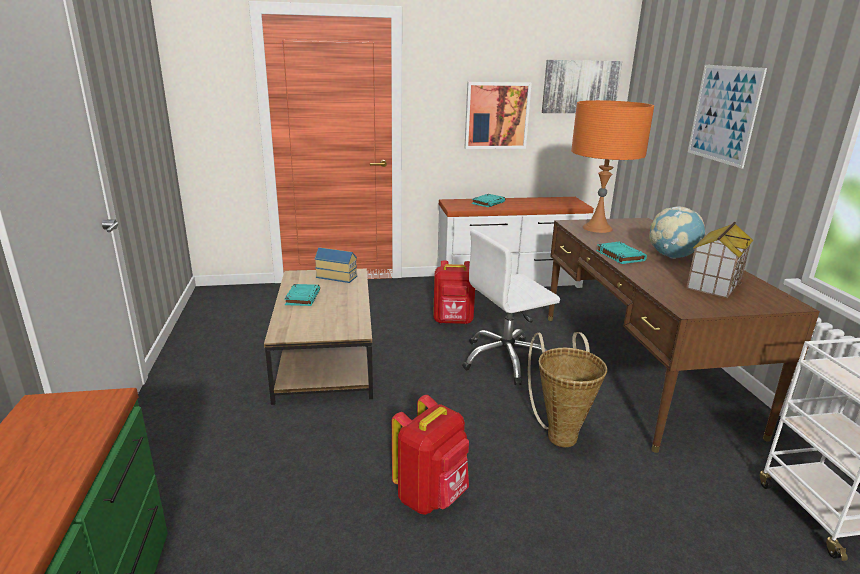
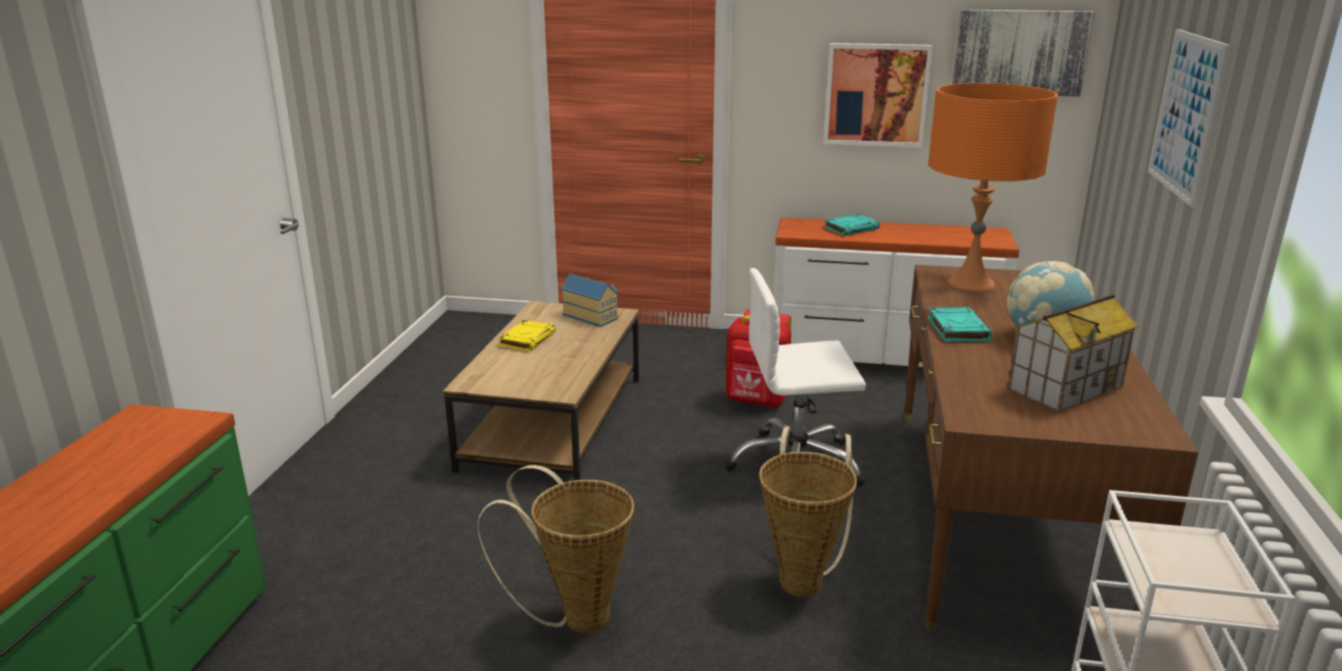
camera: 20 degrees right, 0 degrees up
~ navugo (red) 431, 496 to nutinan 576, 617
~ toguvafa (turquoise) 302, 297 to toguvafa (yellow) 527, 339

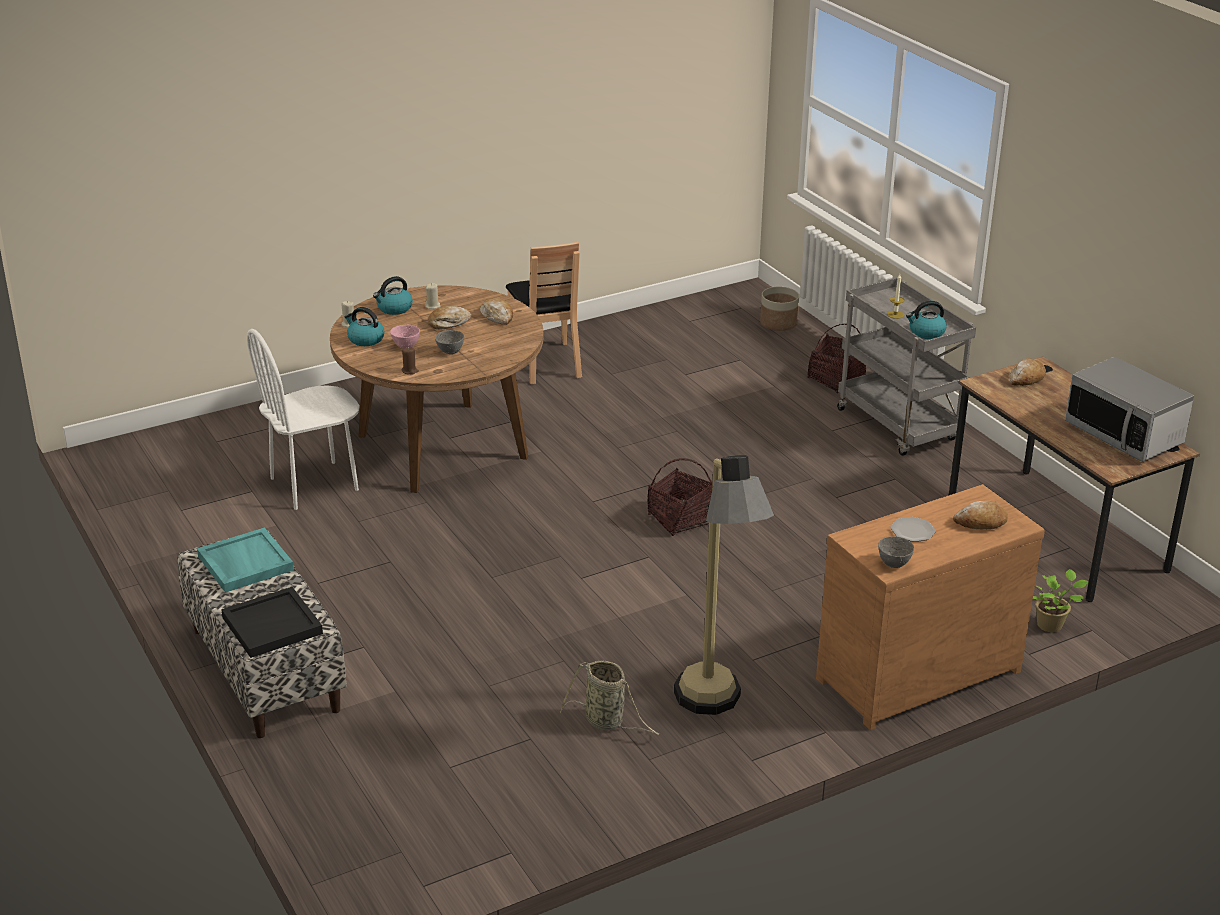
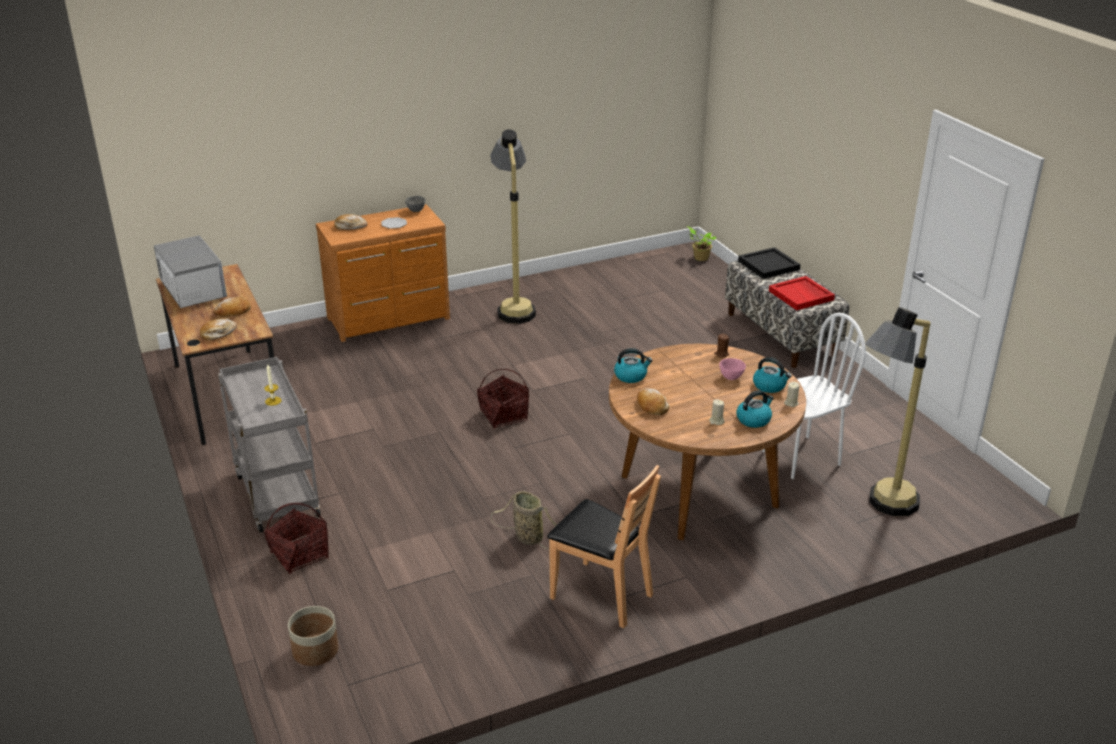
camera: 175 degrees left, 0 degrees up
- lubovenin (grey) 450, 352
+ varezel 879, 510
~ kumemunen 449, 323 to 233, 312
~ nutinan 607, 722 to 527, 537
~ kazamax 926, 333 to 631, 376
~ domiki 1051, 625 to 700, 258
~ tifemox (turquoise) 244, 563 to tifemox (red) 801, 295
~ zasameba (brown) 546, 363 = 601, 595 135 degrees clockwise

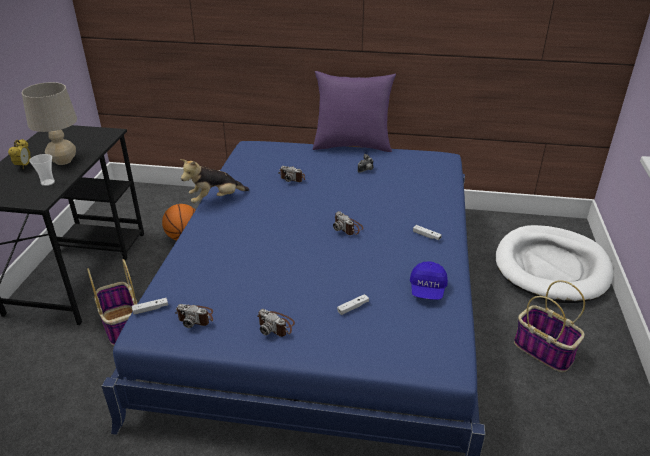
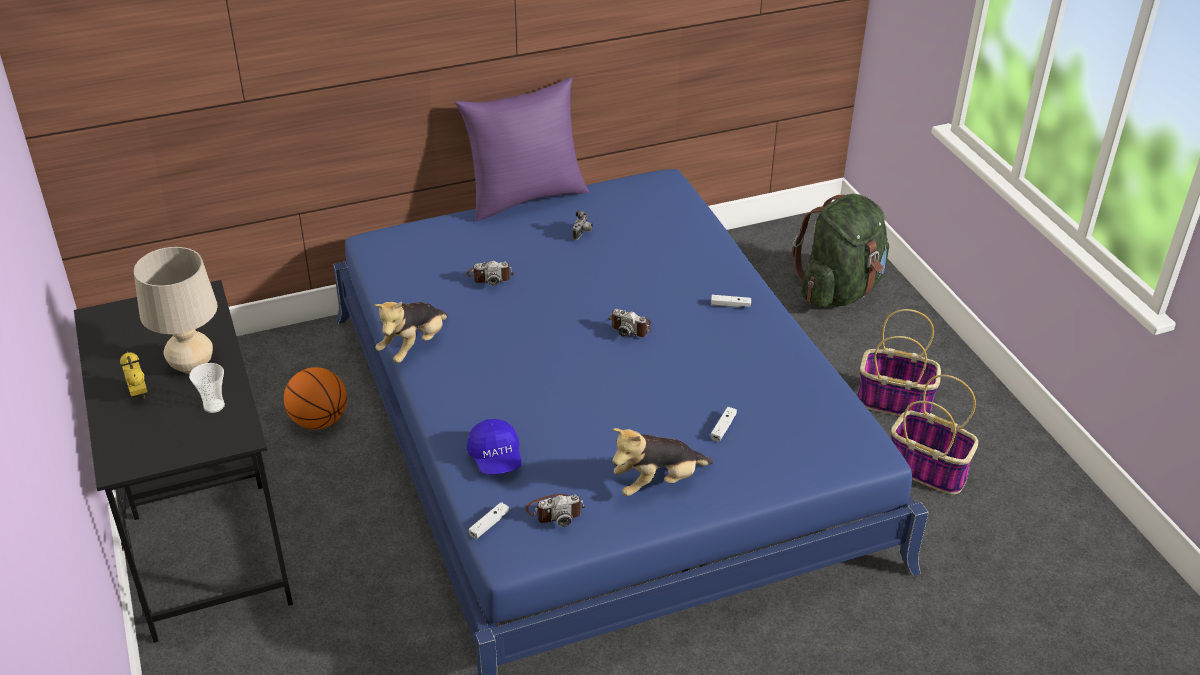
camera: 30 degrees left, 5 degrees up
~ nutinan 122, 326 to 928, 469
~ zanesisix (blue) 427, 290 to 496, 458
~ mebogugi 276, 325 to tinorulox 658, 482
~ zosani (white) 551, 267 to navugo (green) 839, 290

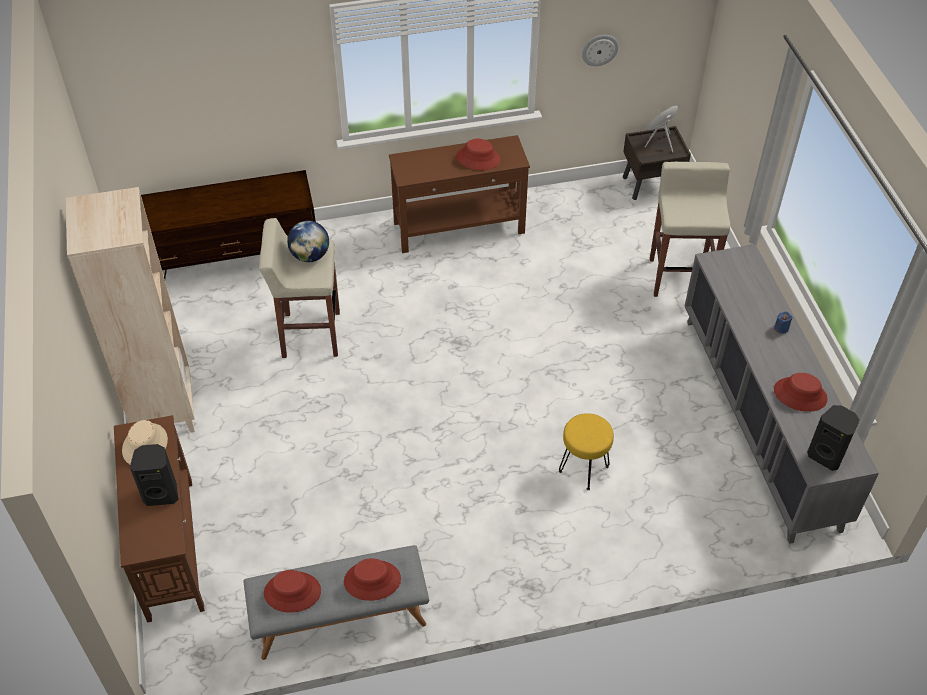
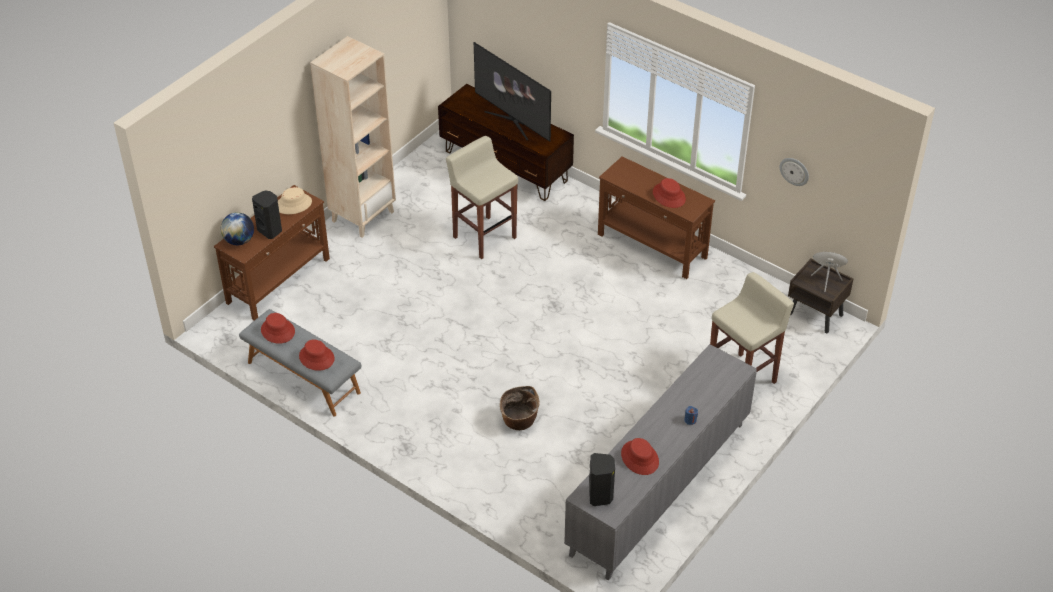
camera: 50 degrees right, 5 degrees down
+ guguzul 513, 121
~ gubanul 310, 255 to 239, 240
~ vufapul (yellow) 584, 469 to nutinan 519, 422

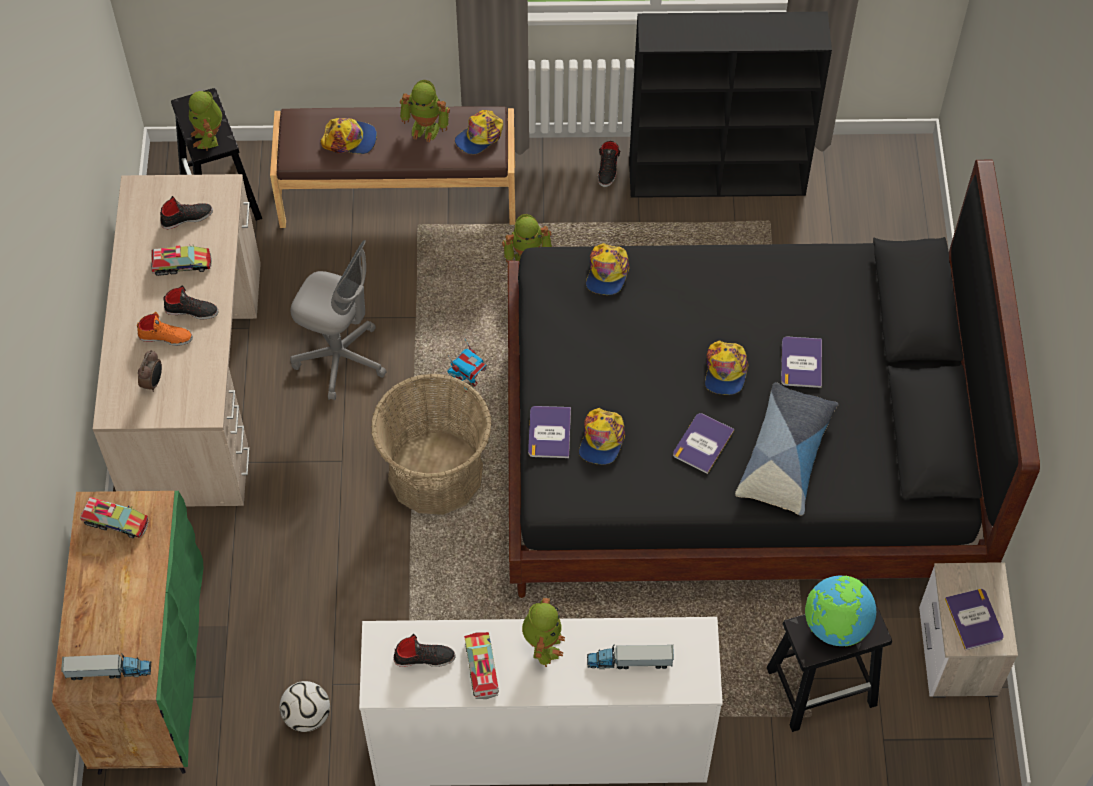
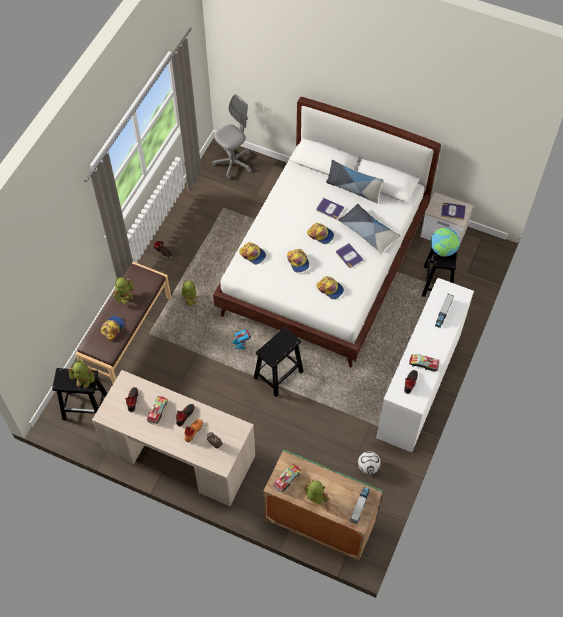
camera: 65 degrees left, 0 degrees up
- toguvafa 549, 432
- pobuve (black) 718, 177
+ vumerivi 353, 189
~ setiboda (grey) 340, 359 to 233, 163
~ zanesisix 480, 136 to 298, 262
~ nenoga 543, 644 to 314, 498
~ nutinan 435, 473 to vufapul (black) 278, 375
~ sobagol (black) 738, 453 to sobagol (white) 325, 265

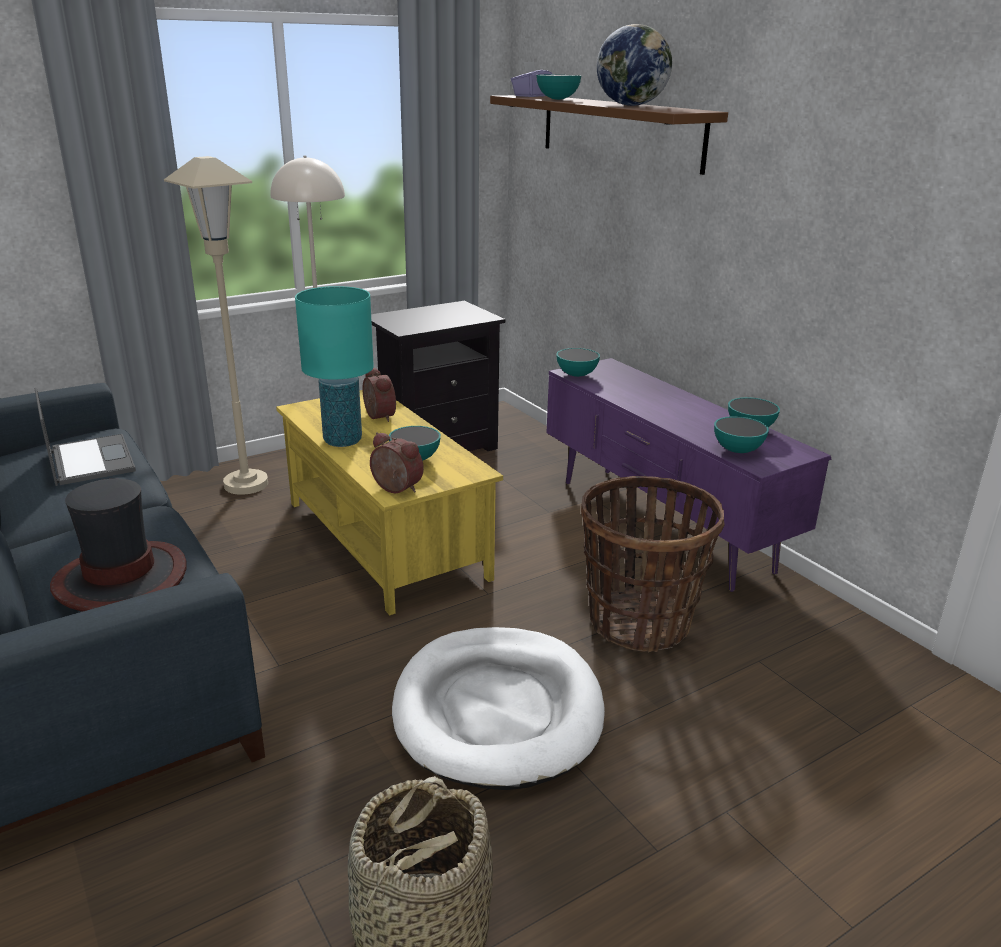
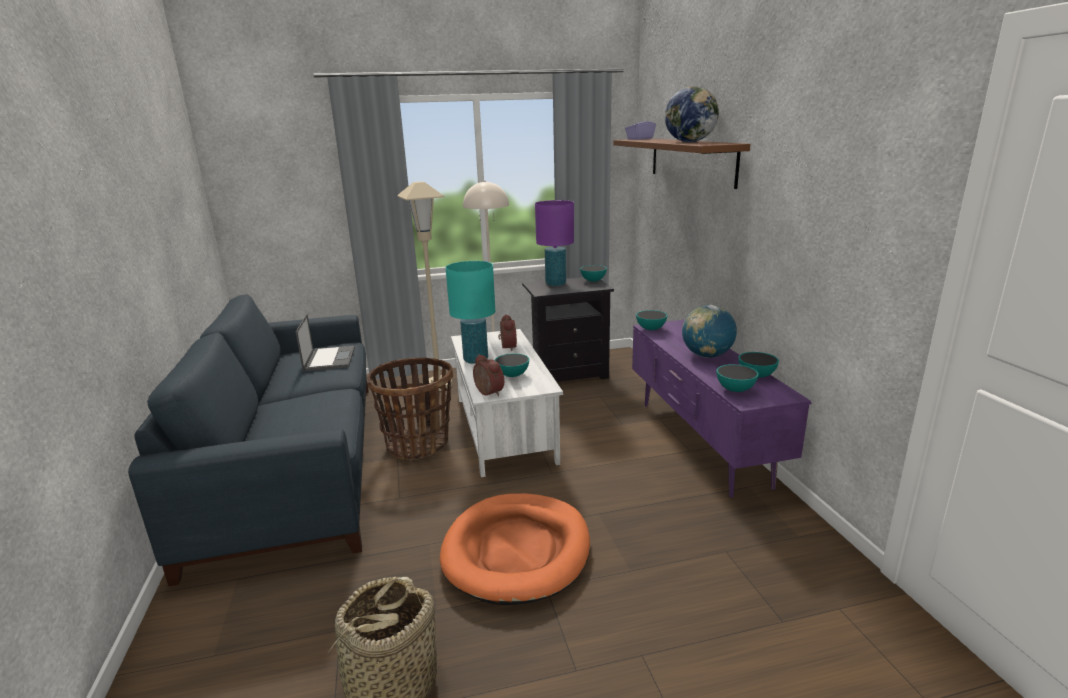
camera: 20 degrees right, 5 degrees down
- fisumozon 121, 579
+ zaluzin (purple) 555, 284
+ gubanul 707, 356
~ lubovenin 557, 99 to 593, 281
~ nutinan 639, 622 to 418, 445
~ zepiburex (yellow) 384, 539 to zepiburex (white) 503, 428
~ zosani (white) 498, 711 to zosani (orange) 517, 551

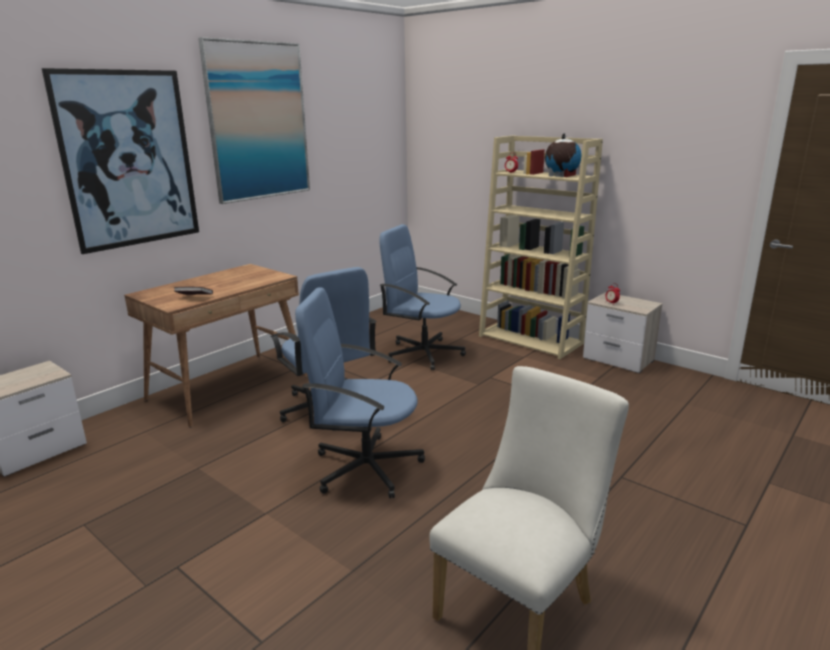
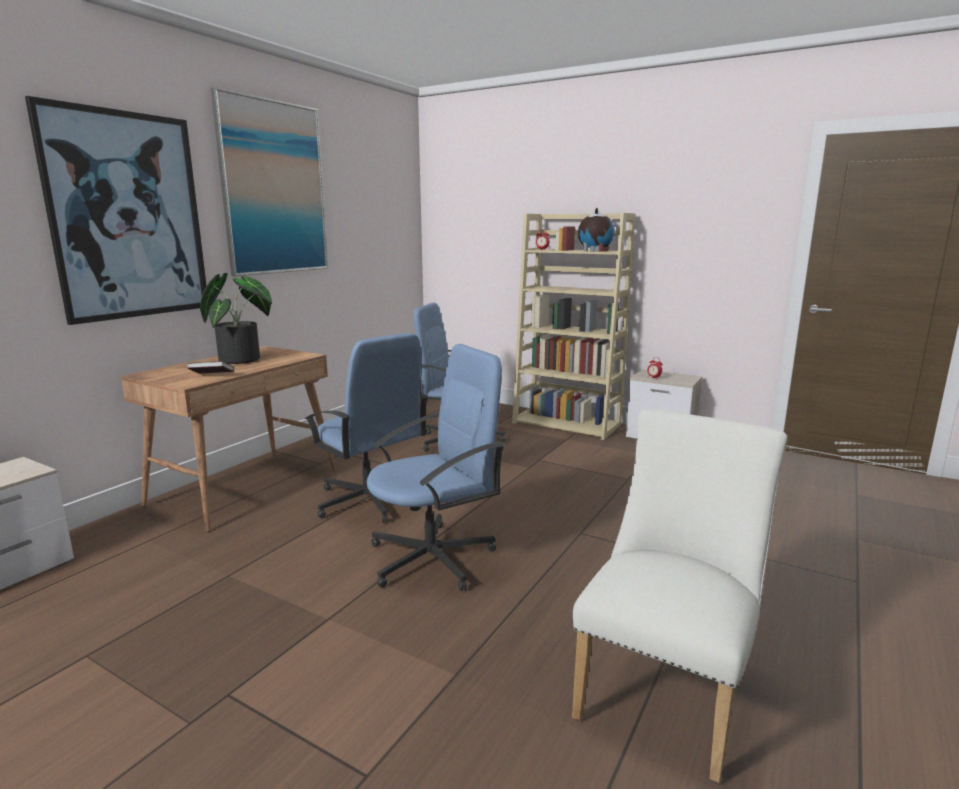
camera: 10 degrees left, 5 degrees down
+ domiki 244, 359
~ setiboda (blue) 365, 467 = 433, 558 150 degrees clockwise

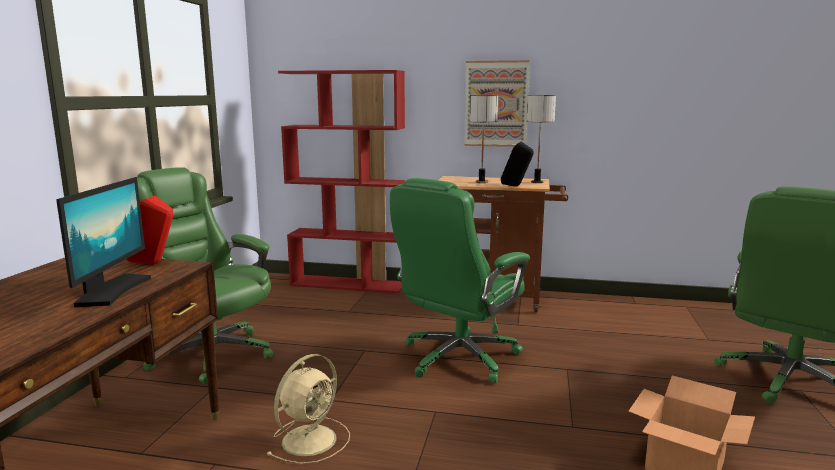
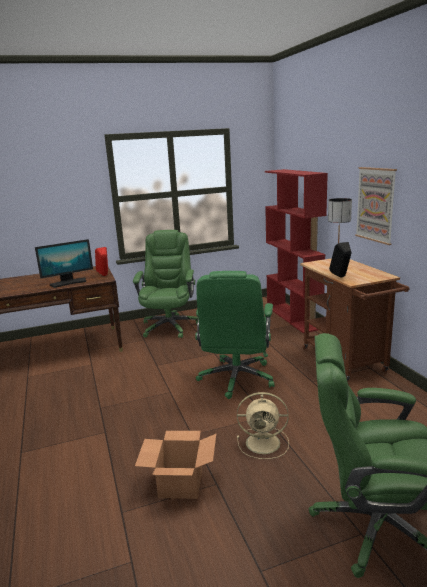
camera: 60 degrees right, 5 degrees up
- zaluzin 537, 182
~ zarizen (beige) 311, 439 to 264, 443
~ setiboda (green) 458, 358 = 236, 379 90 degrees counterclockwise

